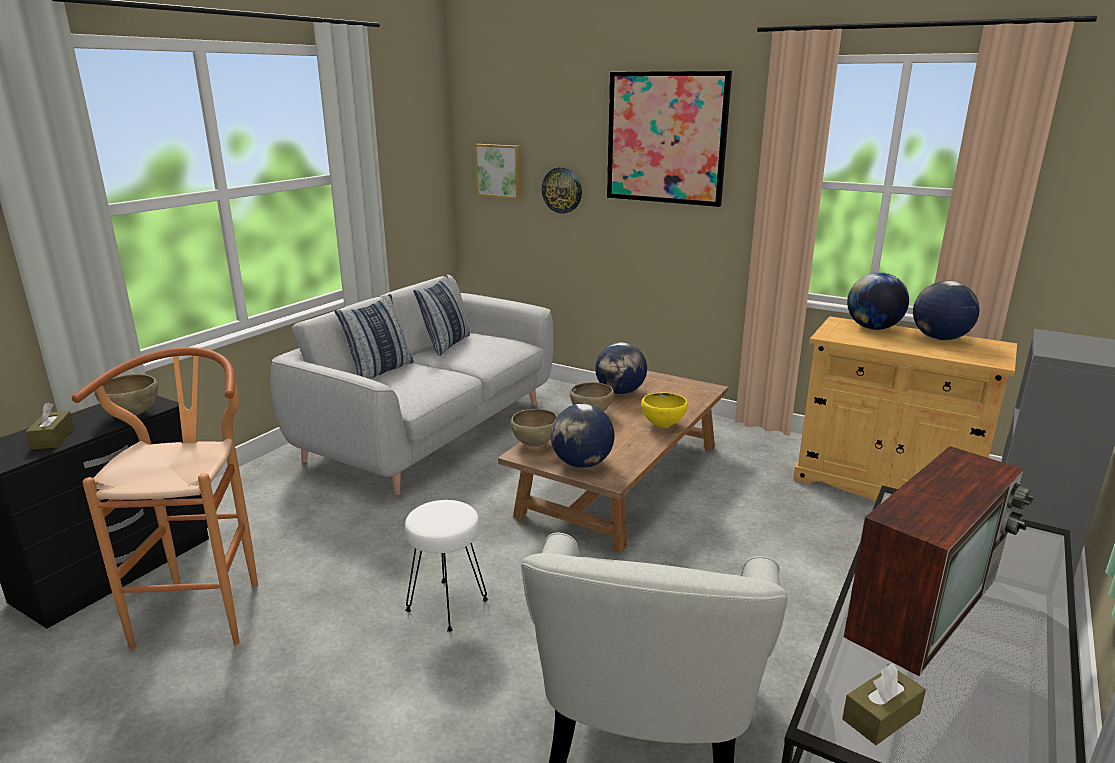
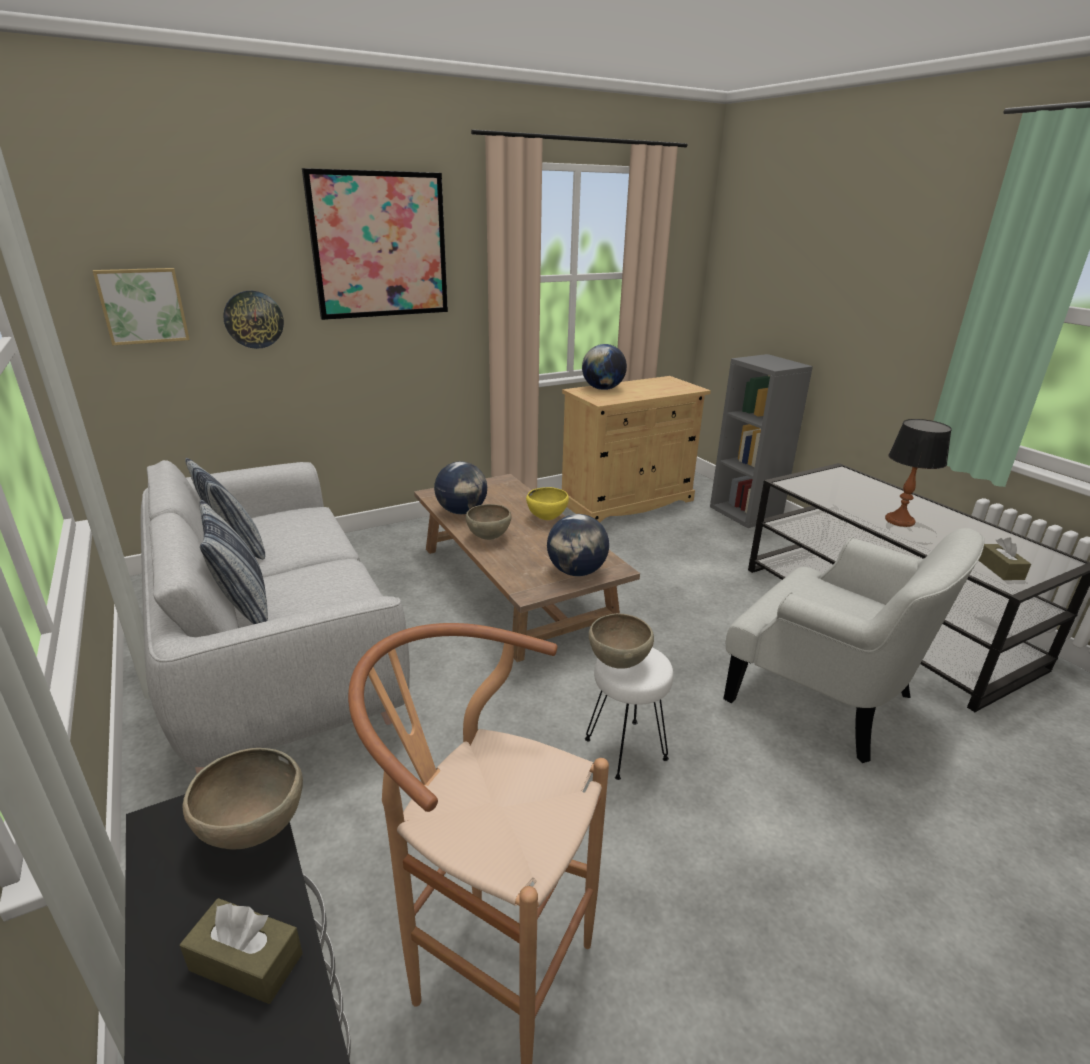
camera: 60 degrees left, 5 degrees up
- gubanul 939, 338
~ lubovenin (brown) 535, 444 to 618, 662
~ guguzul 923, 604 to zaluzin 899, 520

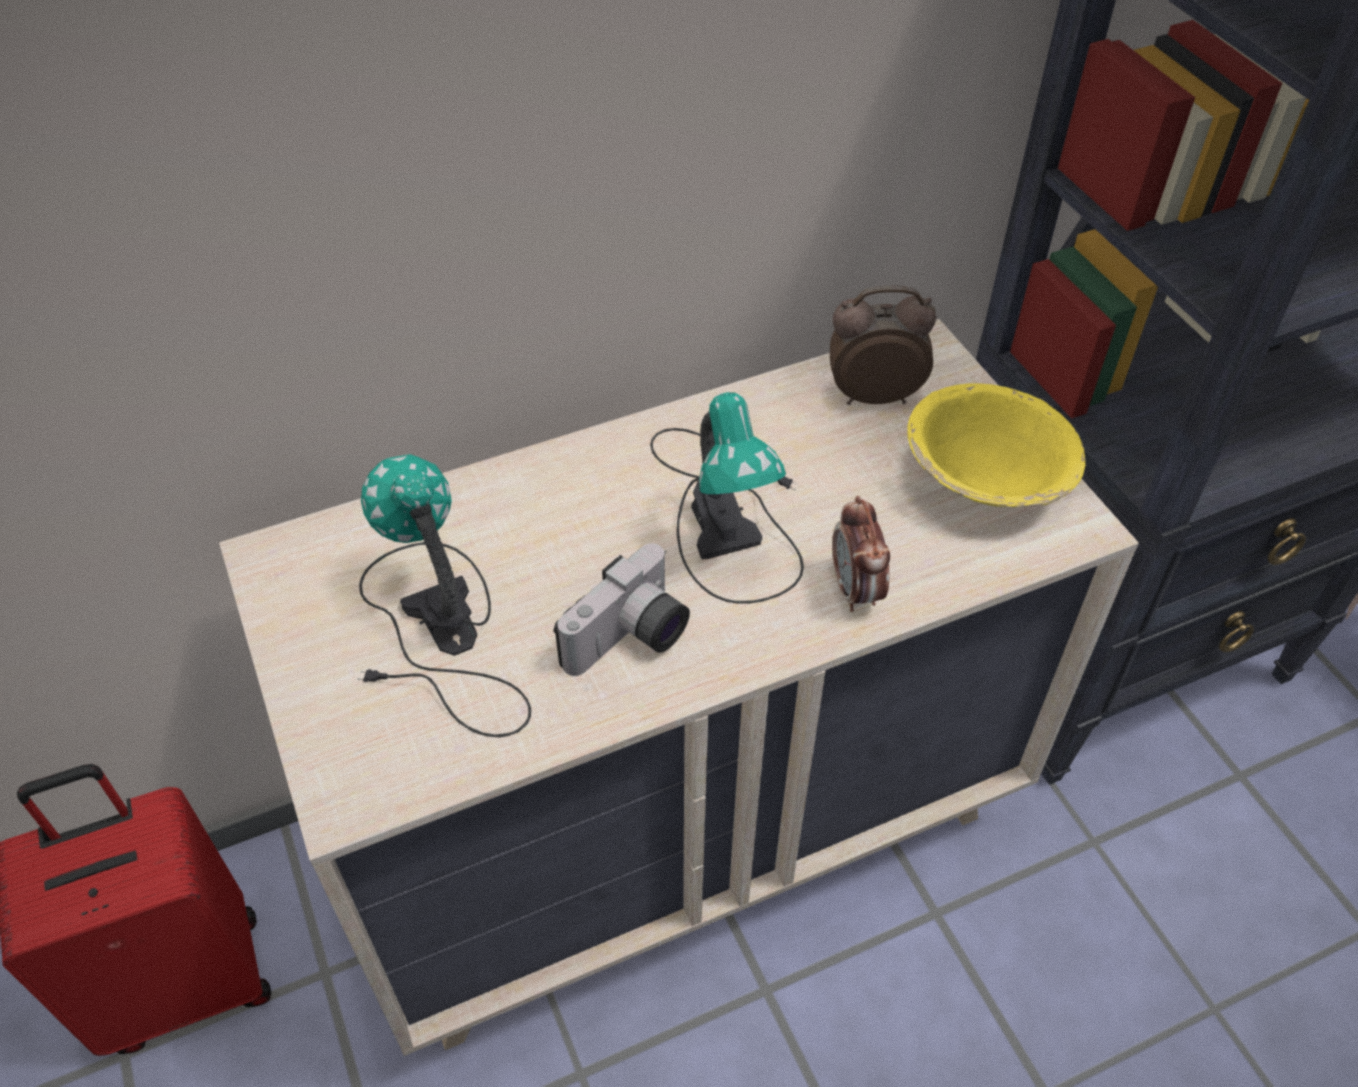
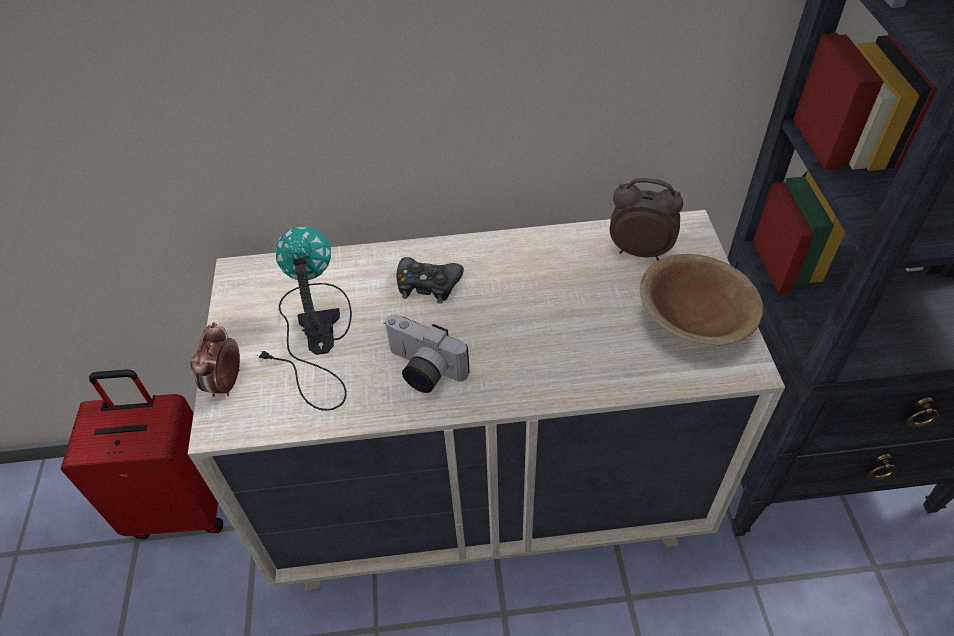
camera: 20 degrees right, 0 degrees up
- zaluzin 725, 515
+ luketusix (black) 428, 285
~ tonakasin 856, 590 to 226, 383
~ lubovenin (yellow) 986, 477 to lubovenin (brown) 694, 319
~ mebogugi 630, 640 = 422, 371 60 degrees clockwise

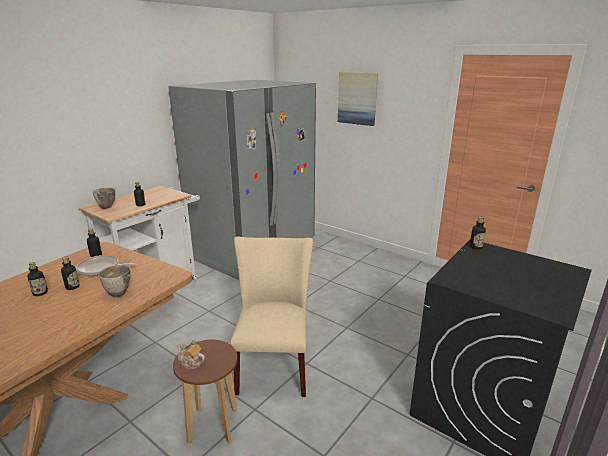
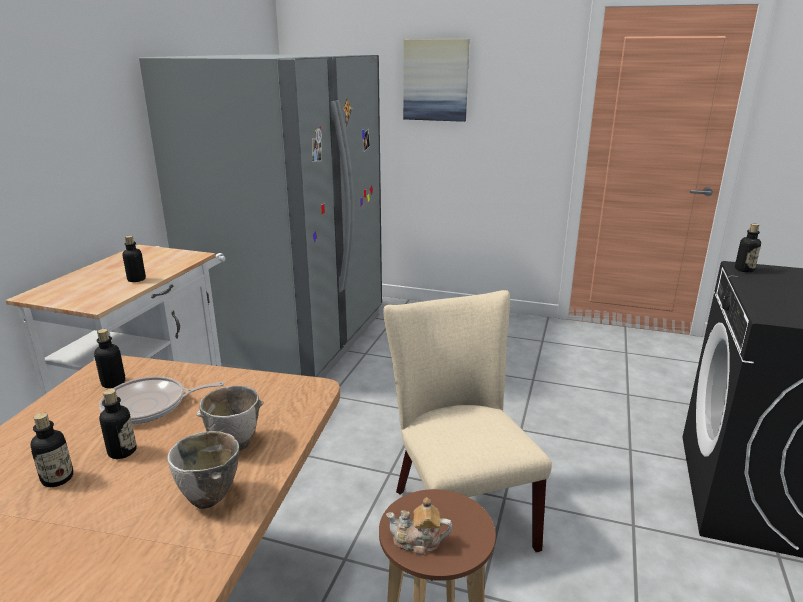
camera: 20 degrees left, 0 degrees up
~ lubovenin 106, 207 to 210, 499

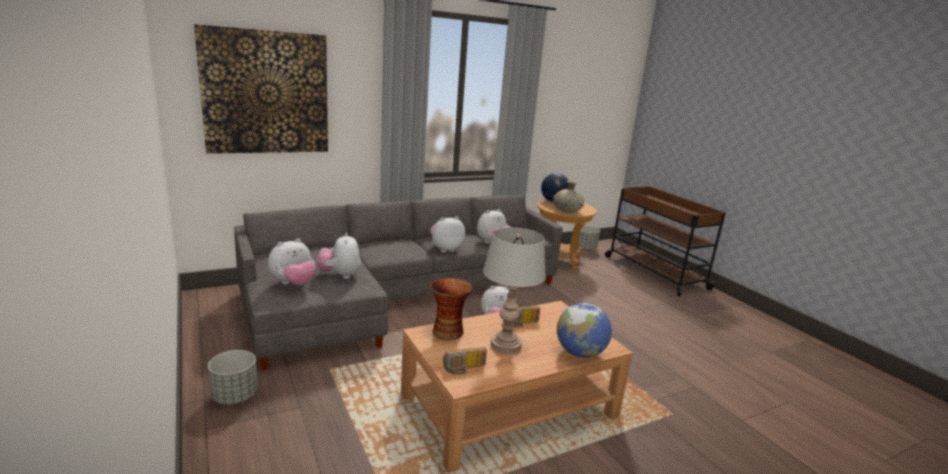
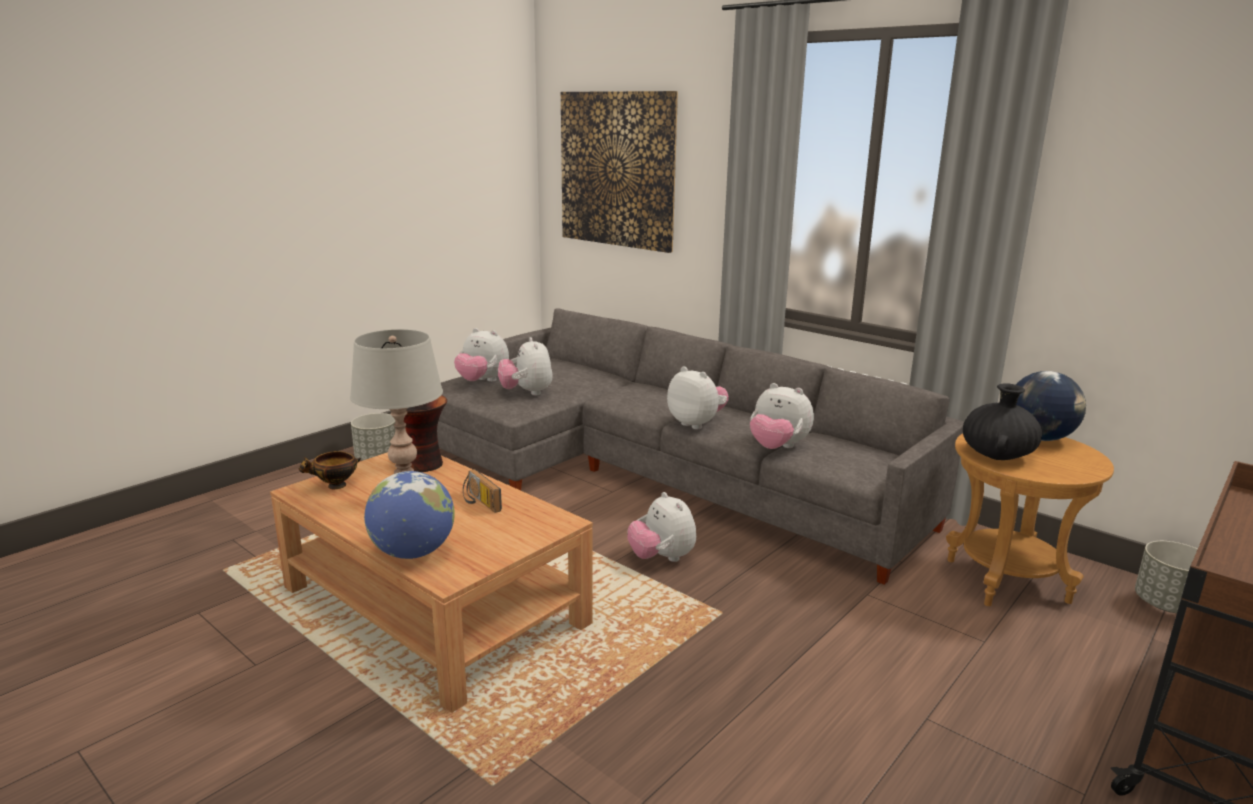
camera: 70 degrees right, 0 degrees up
~ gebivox 464, 369 to lubovenin 335, 486
~ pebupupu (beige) 567, 211 to pebupupu (black) 997, 455
~ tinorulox 340, 275 = 526, 393 75 degrees counterclockwise

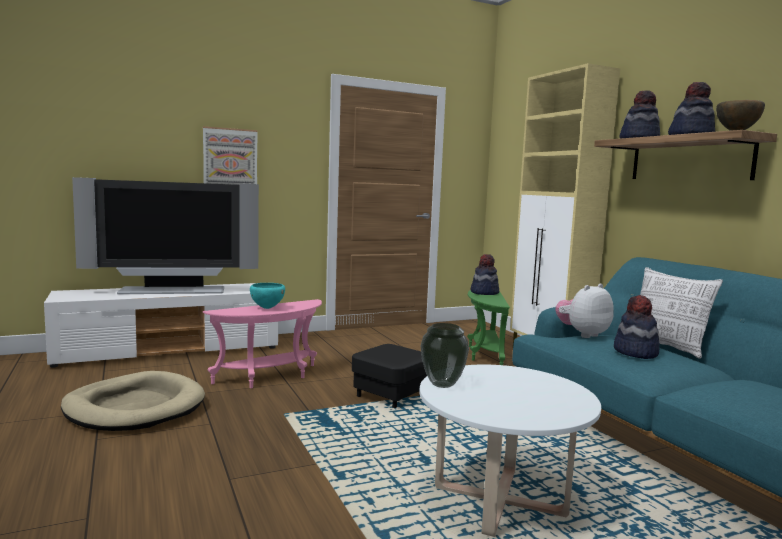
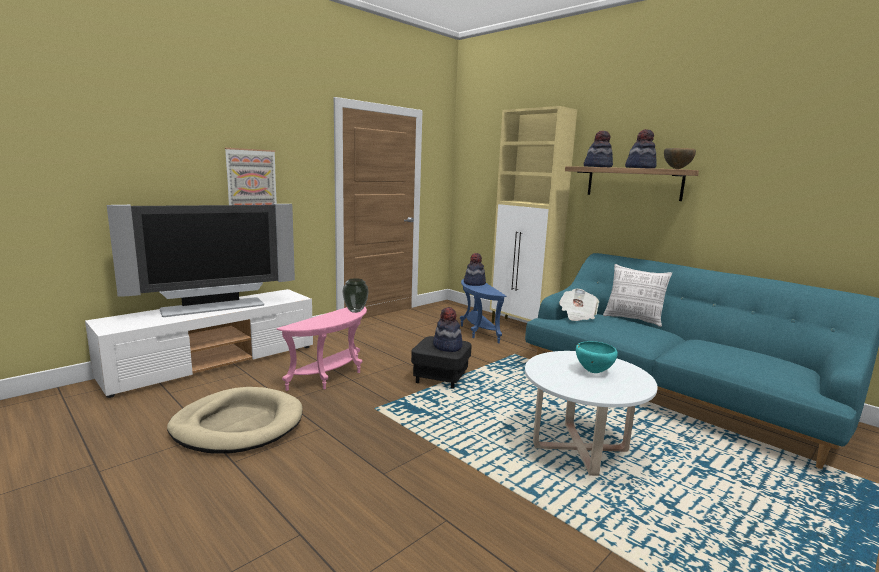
camera: 20 degrees left, 5 degrees up
~ lubovenin (turquoise) 267, 308 to 593, 372
~ pebupupu 443, 384 to 356, 311
~ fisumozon 635, 352 to 447, 347
~ tinorulox 582, 334 to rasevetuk 577, 315
~ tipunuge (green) 484, 354 to tipunuge (blue) 476, 331

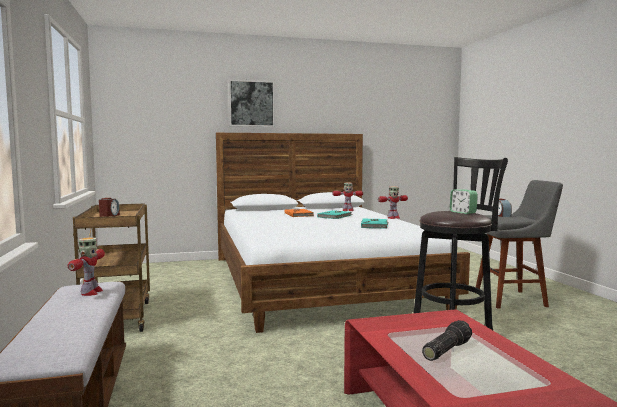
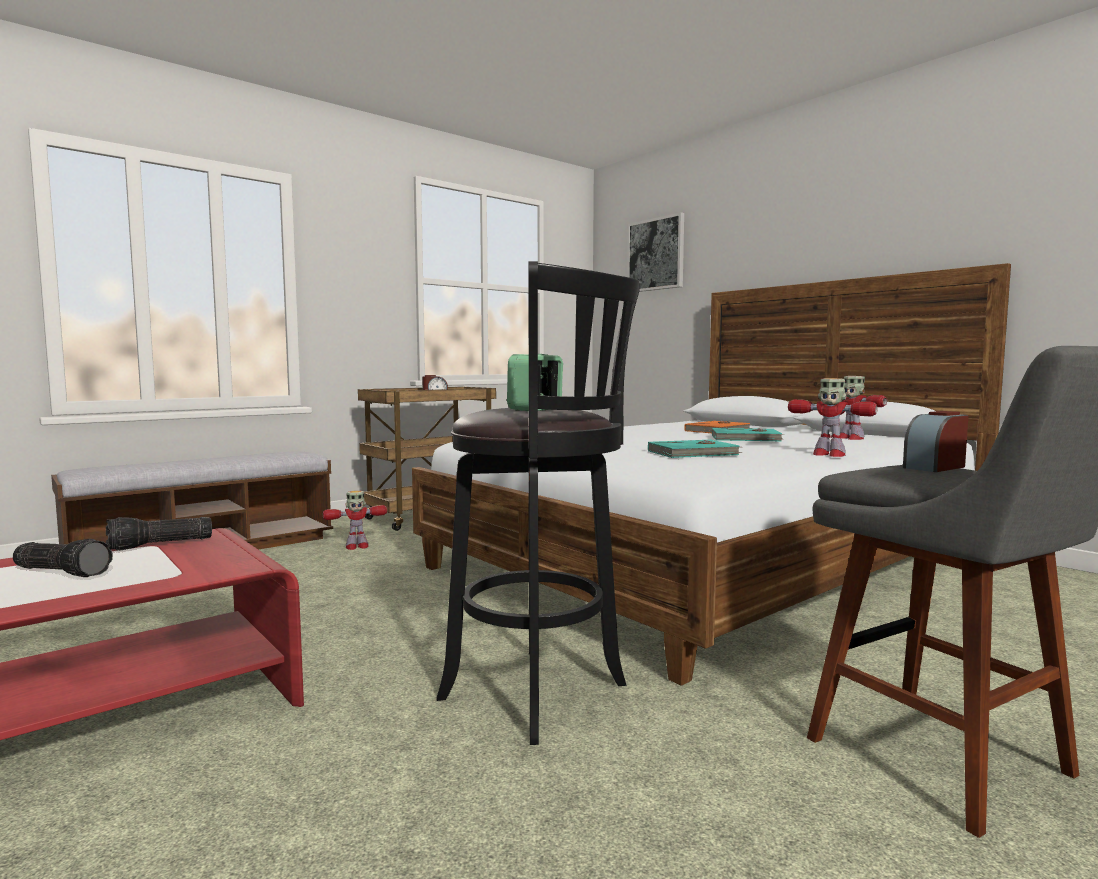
camera: 65 degrees right, 0 degrees up
+ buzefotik 160, 545
~ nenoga 90, 292 to 356, 546
~ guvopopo 251, 103 to 656, 254

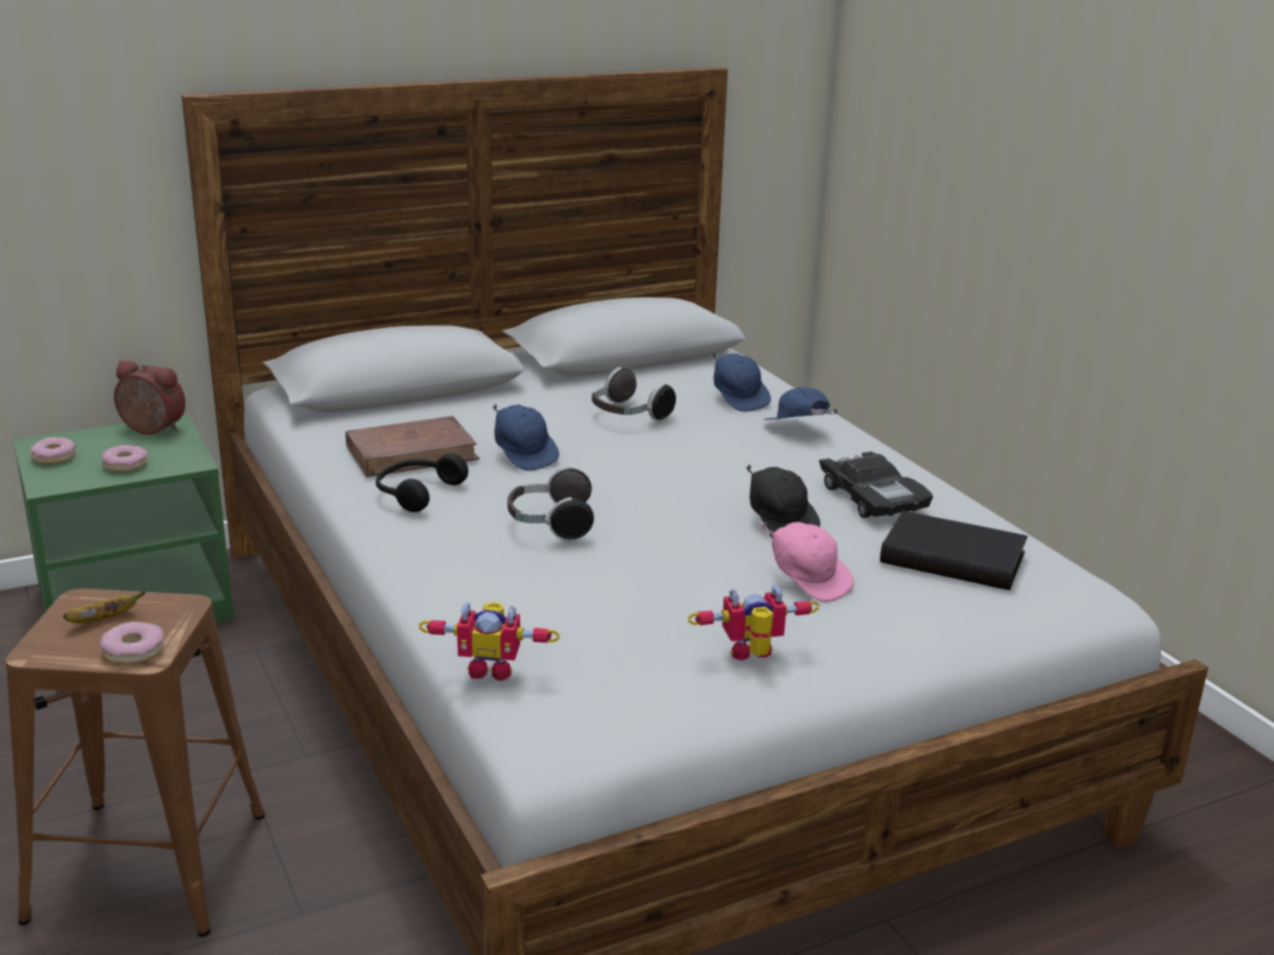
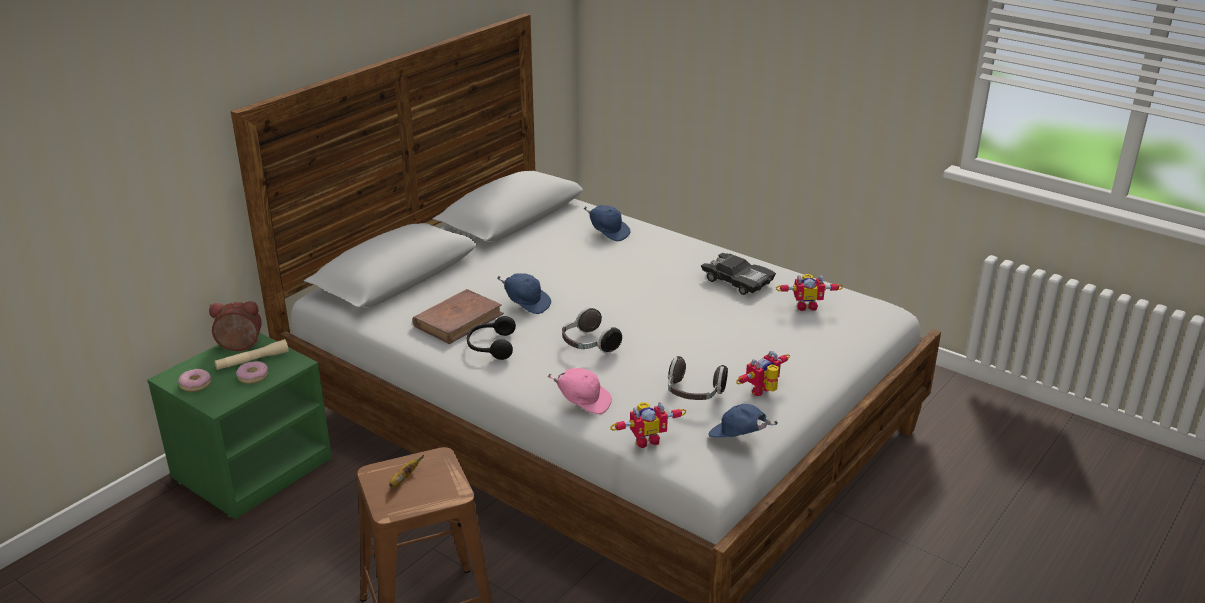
camera: 25 degrees left, 5 degrees up
- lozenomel 134, 651
- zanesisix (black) 780, 522
+ buzefotik (beige) 252, 360
~ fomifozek 628, 415 to 694, 394
~ zanesisix (pink) 808, 580 to 583, 402
~ zanesisix (blue) 797, 431 to 738, 438
~ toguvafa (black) 954, 557 to nenoga 806, 306

